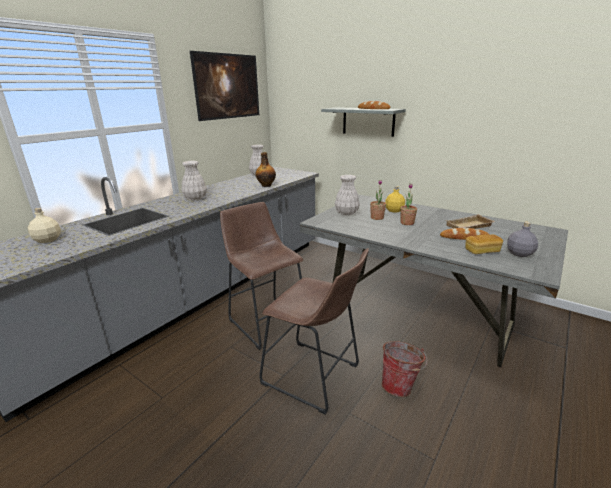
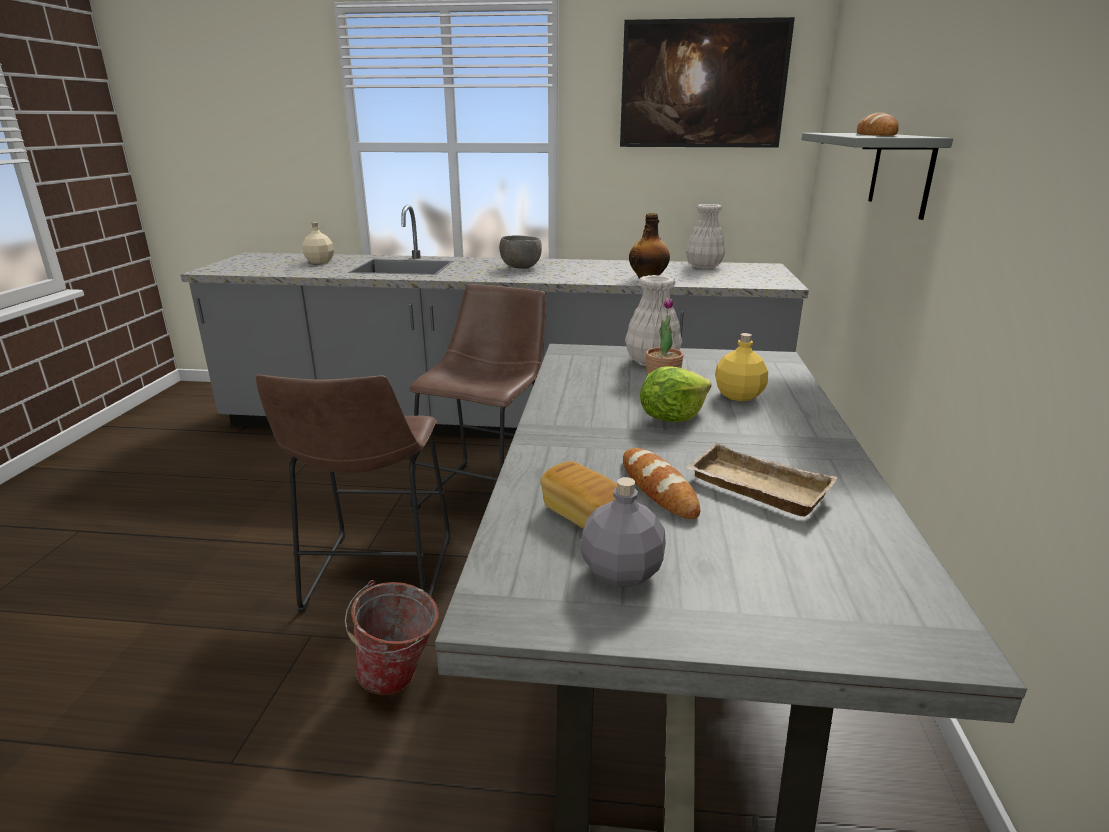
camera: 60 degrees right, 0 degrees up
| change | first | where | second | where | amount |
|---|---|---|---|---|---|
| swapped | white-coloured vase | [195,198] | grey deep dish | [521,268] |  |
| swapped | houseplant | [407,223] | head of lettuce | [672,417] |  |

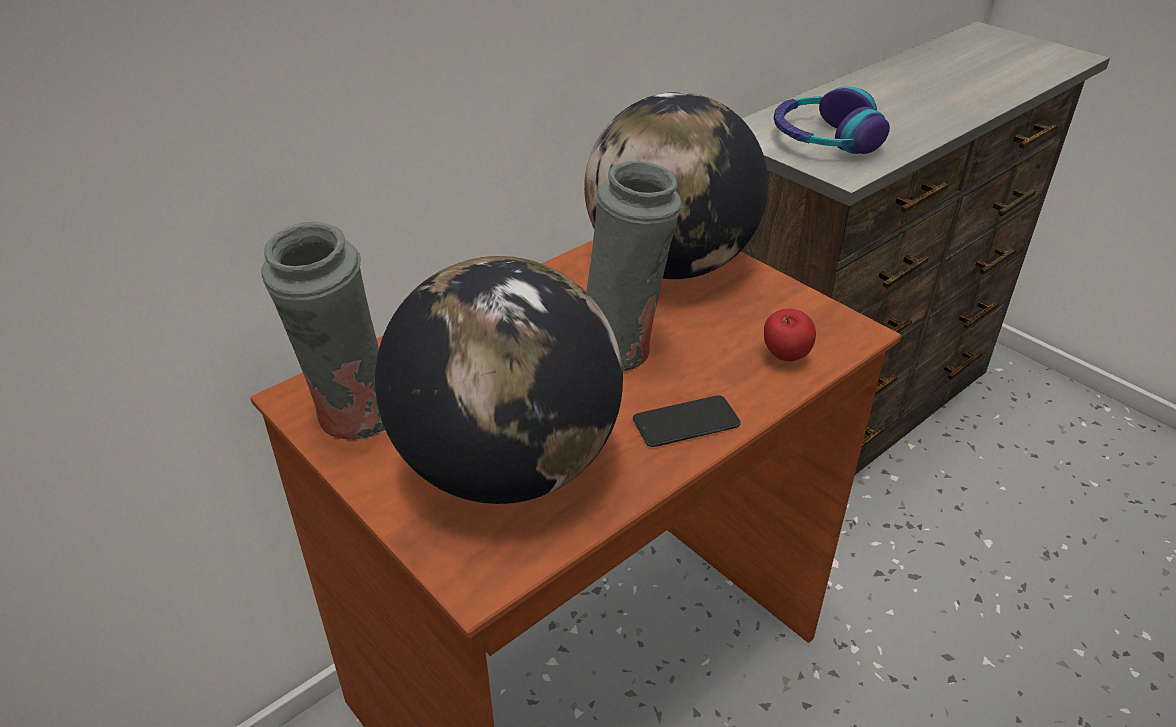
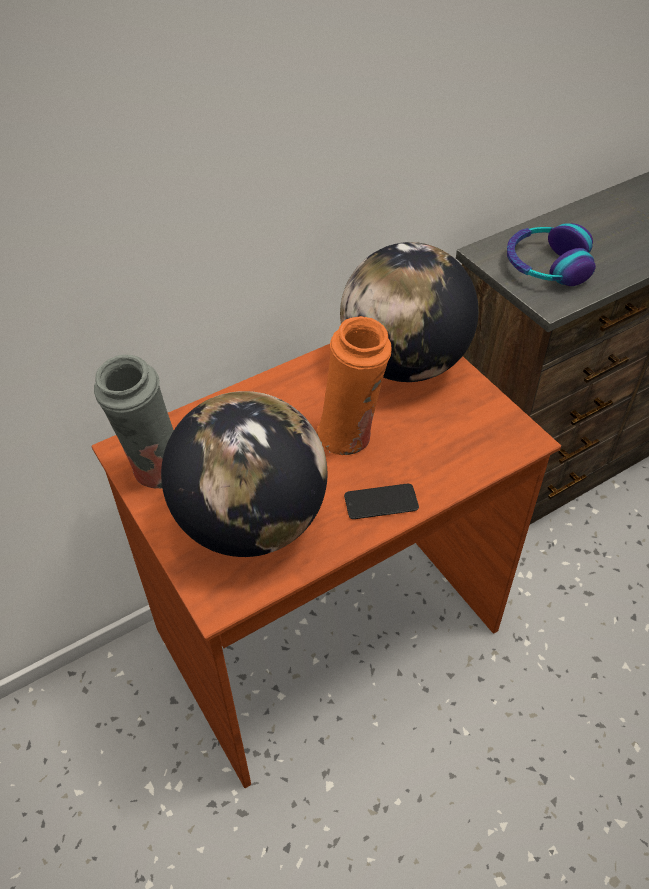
camera: 10 degrees right, 10 degrees up
| change | first | where | second | where | amount |
|---|---|---|---|---|---|
| repainted | grey vase | [622,351] | orange-coloured vase | [351,437] |  |
| gone | whole apple | [784,358] |  |  |  |

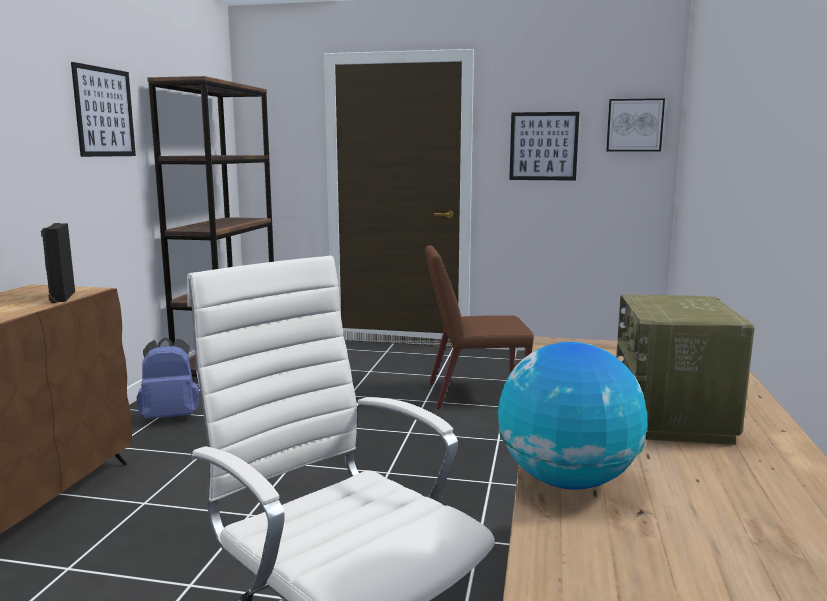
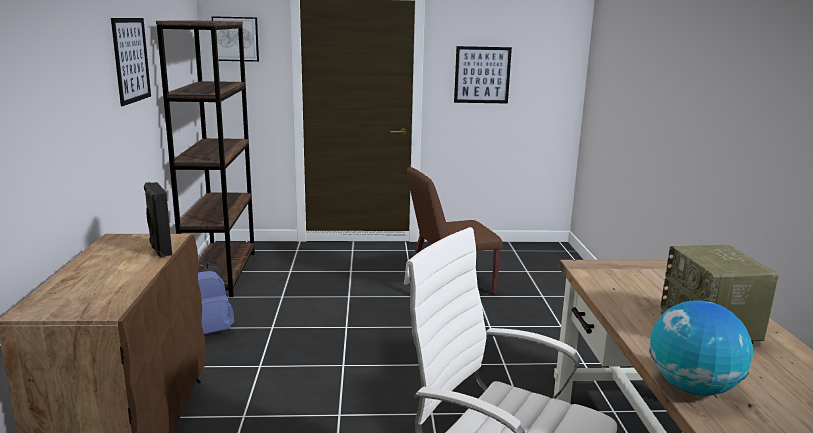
camera: 15 degrees left, 5 degrees up
| change | first | where | second | where | amount |
|---|---|---|---|---|---|
| shifted | wall art | [634,125] |  | [236,39] |  |

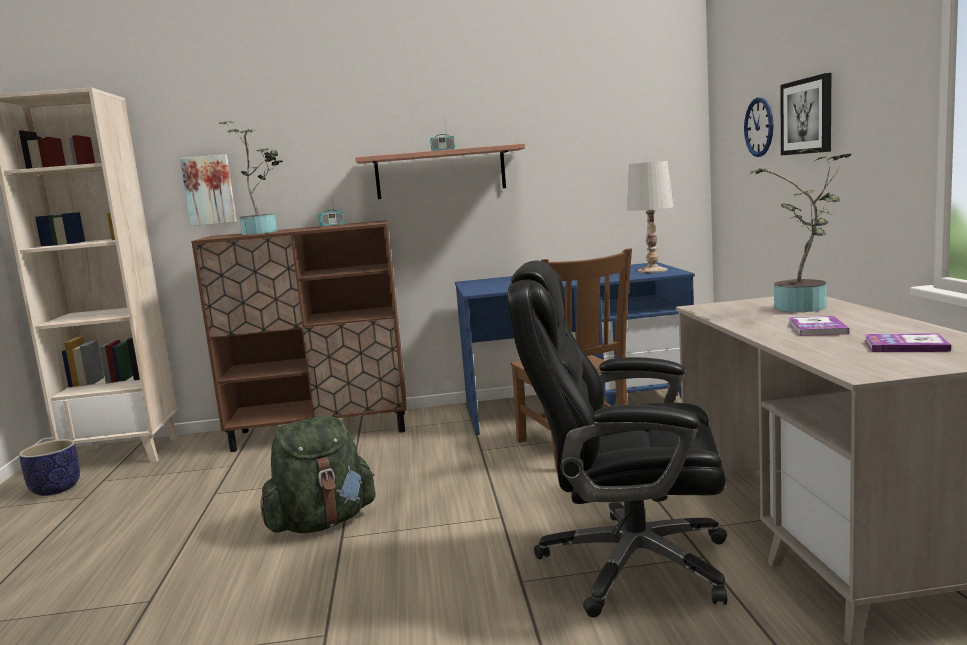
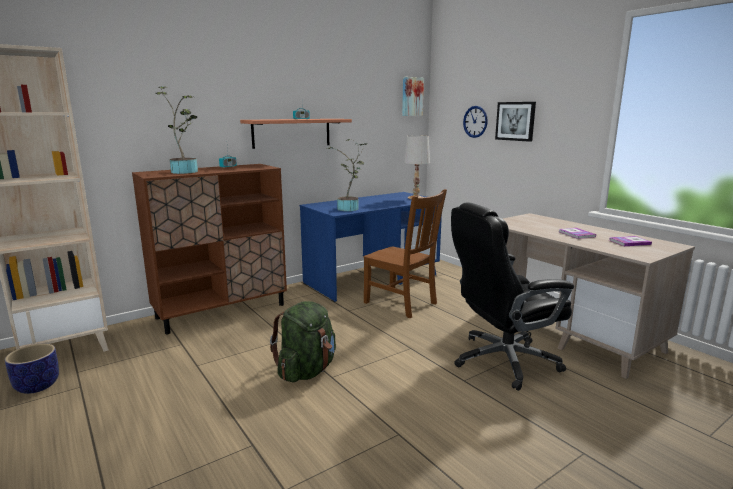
camera: 30 degrees left, 5 degrees up
| change | first | where | second | where | amount |
|---|---|---|---|---|---|
| shifted | wall art | [209,190] |  | [411,96] |  |
| shifted | houseplant | [803,308] |  | [349,209] |  |

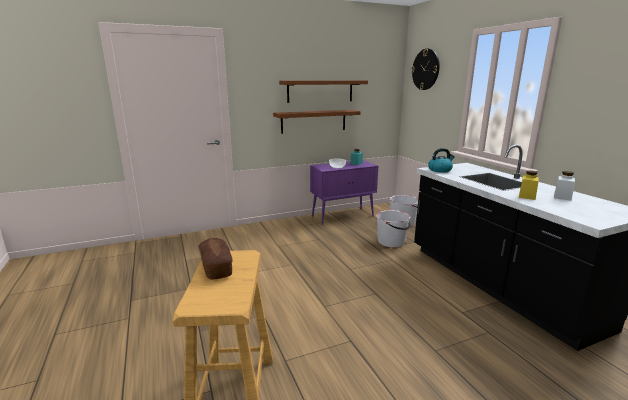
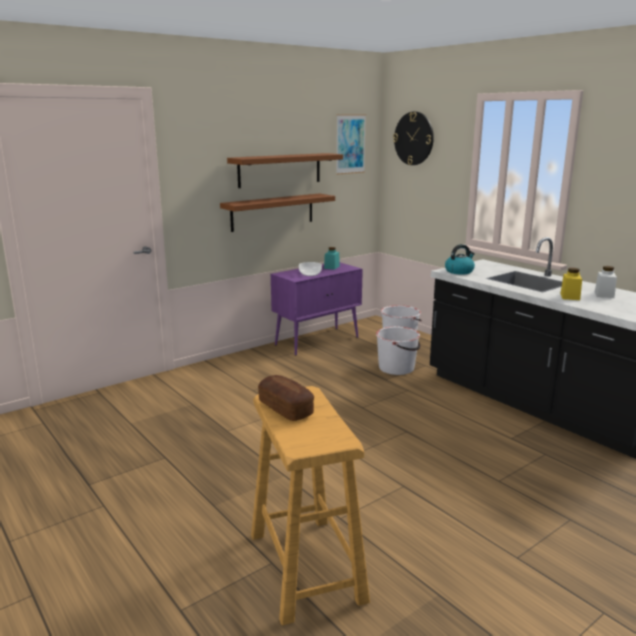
camera: 15 degrees left, 0 degrees up
| change | first | where | second | where | amount |
|---|---|---|---|---|---|
| new |  |  | wall art | [350,144] |  |

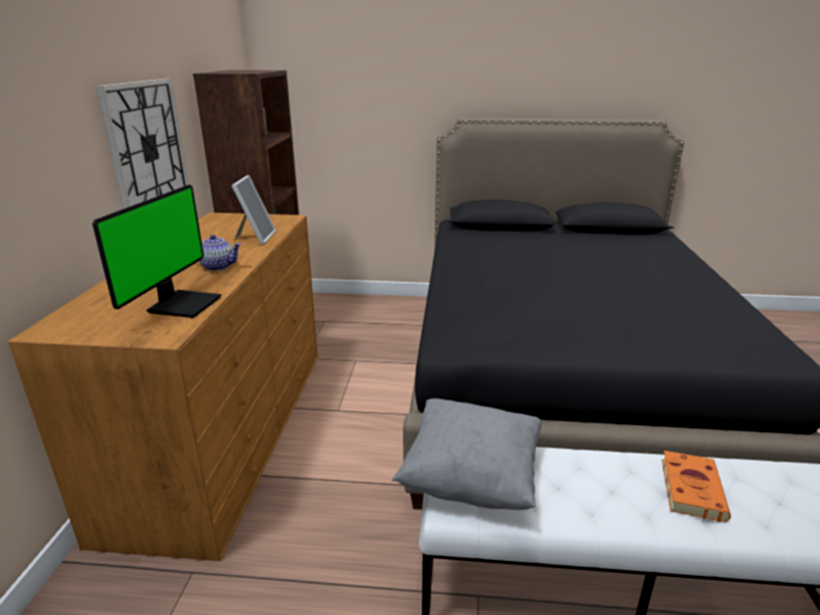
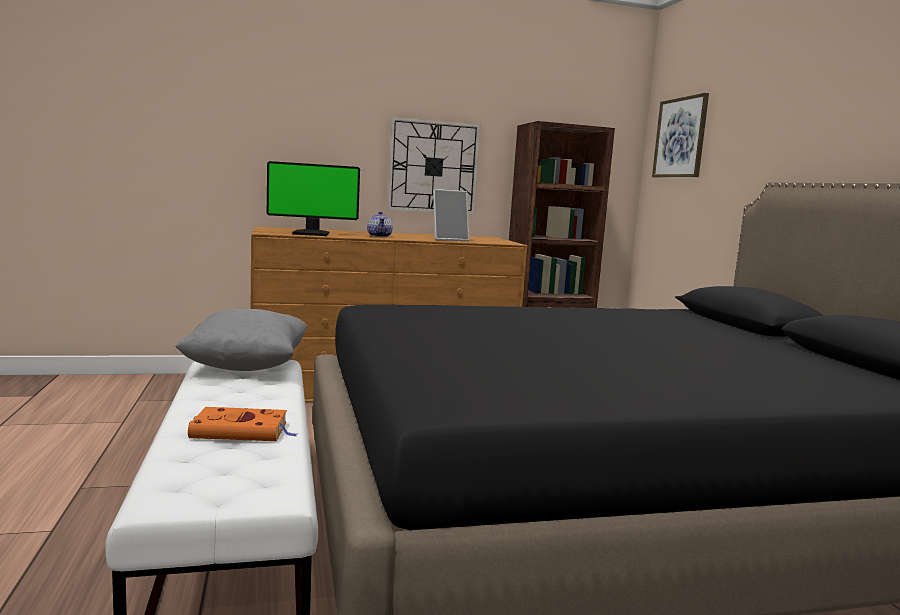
camera: 70 degrees right, 15 degrees down
| change | first | where | second | where | amount |
|---|---|---|---|---|---|
| new |  |  | wall art | [680,138] |  |

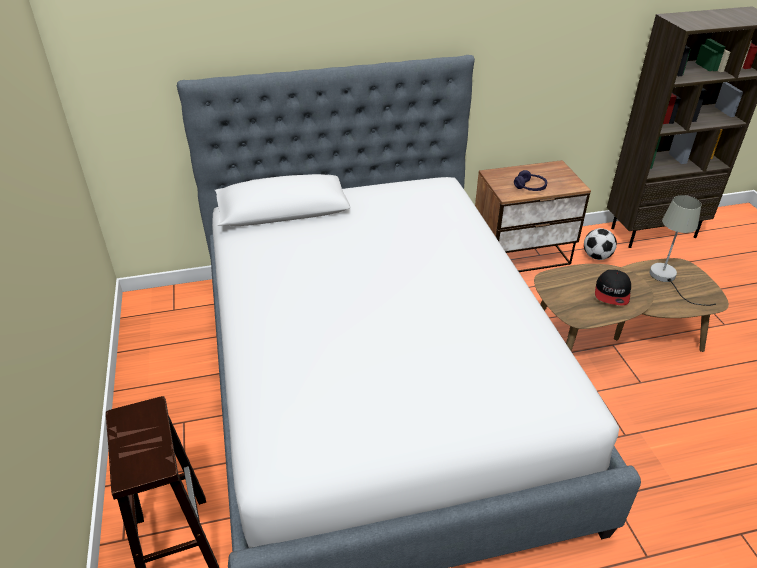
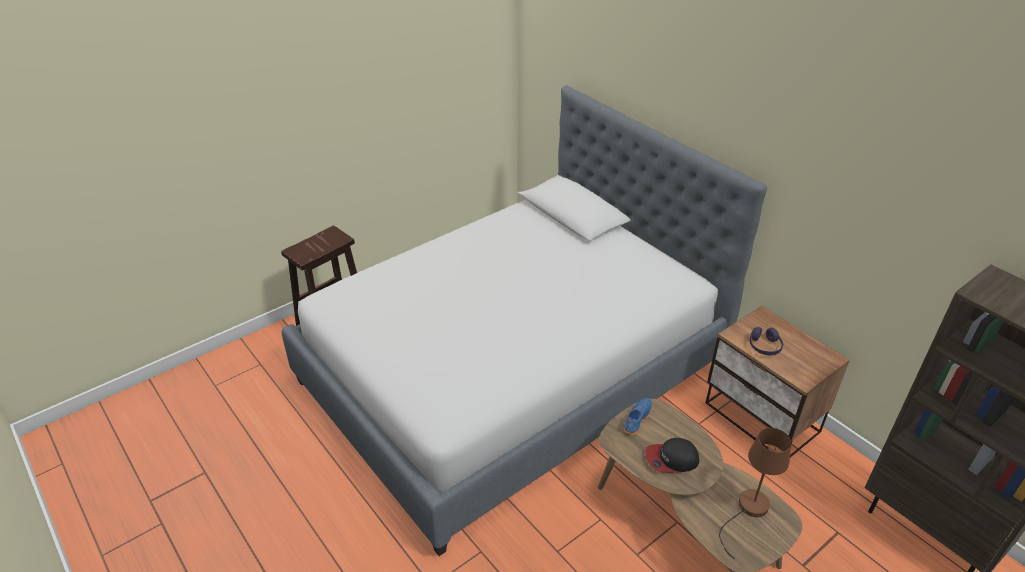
camera: 65 degrees right, 0 degrees up
| change | first | where | second | where | amount |
|---|---|---|---|---|---|
| gone | ball for football | [596,256] |  |  |  |
| repainted | grey table lamp | [668,279] | brown-coloured table lamp | [748,511] |  |
| new |  |  | blue item of footwear | [636,419] |  |

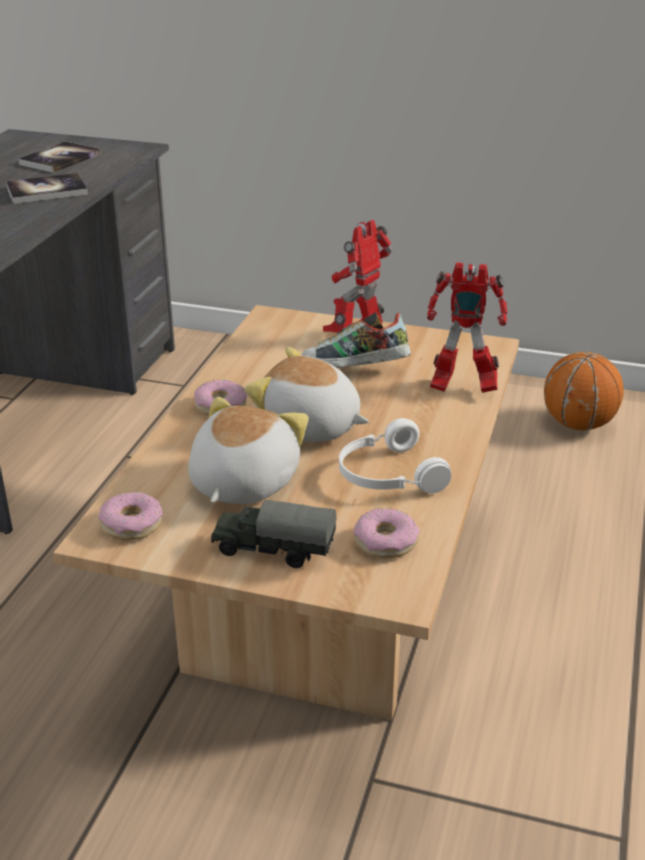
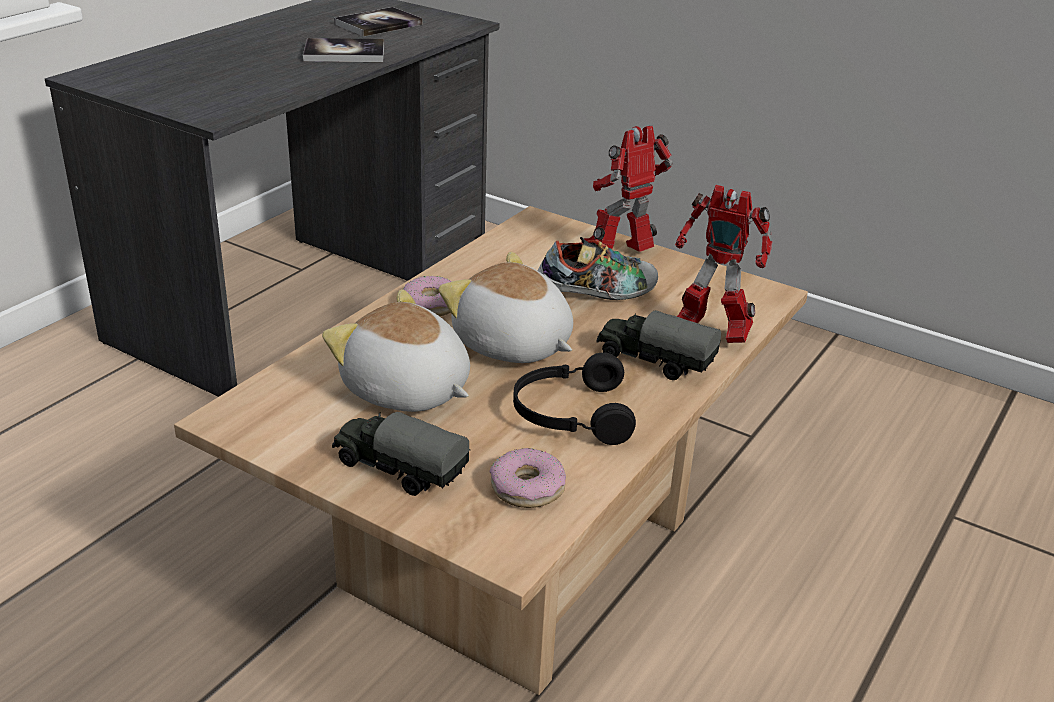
camera: 15 degrees right, 0 degrees up
| change | first | where | second | where | amount |
|---|---|---|---|---|---|
| gone | ring doughnut | [131,524] |  |  |  |
| rotated | soft toy | [241,483] |  | [406,391] | 90 degrees counterclockwise |
| rotated | item of footwear | [354,371] |  | [597,294] | 150 degrees clockwise |
| repainted | white-coloured headphones | [387,475] | black-coloured headphones | [570,415] |  |
| gone | basketball | [578,424] |  |  |  |
| new |  |  | toy truck | [653,361] |  |

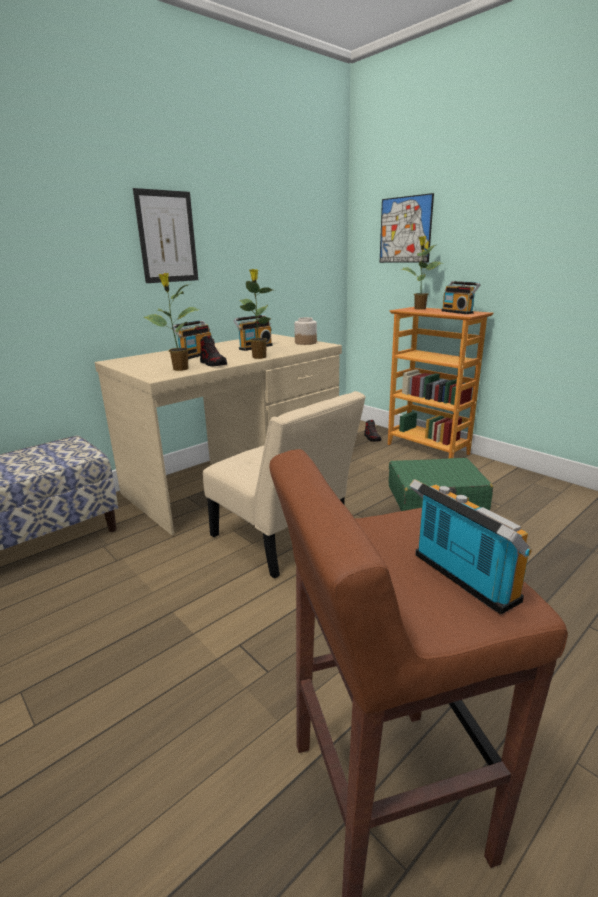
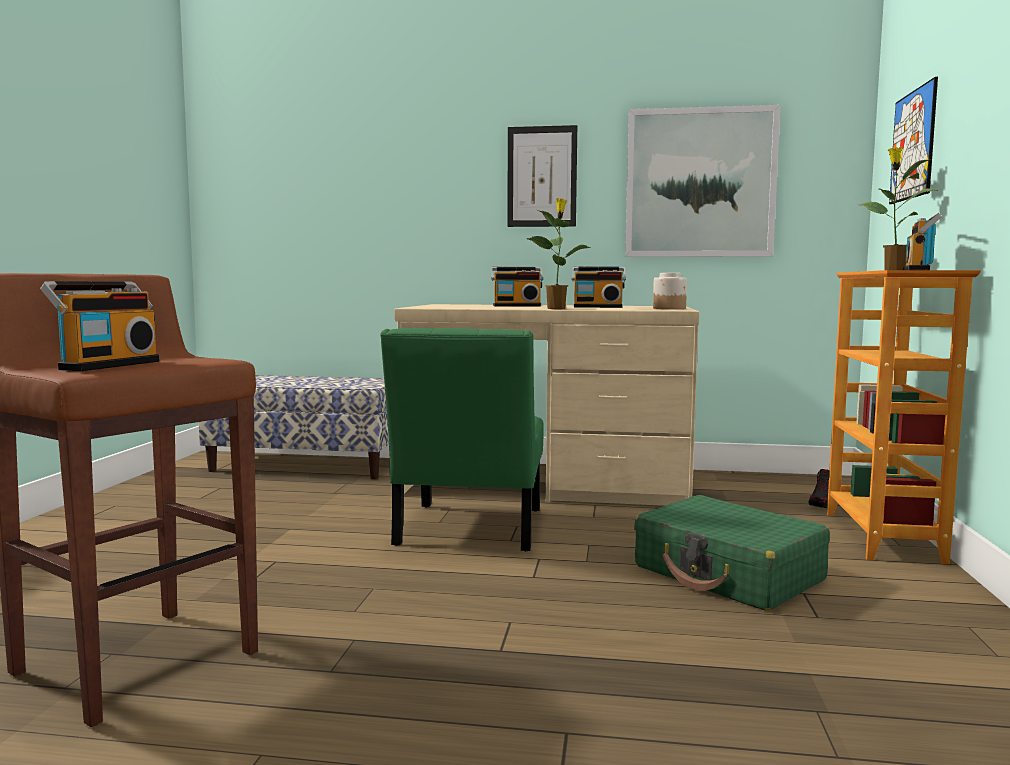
camera: 50 degrees right, 15 degrees down
| change | first | where | second | where | amount |
|---|---|---|---|---|---|
| gone | houseplant | [179,369] |  |  |  |
| gone | item of footwear | [213,363] |  |  |  |
| repainted | sand-coloured upright chair | [283,539] | green upright chair | [468,530] |  |
| new |  |  | wall art | [700,183] |  |

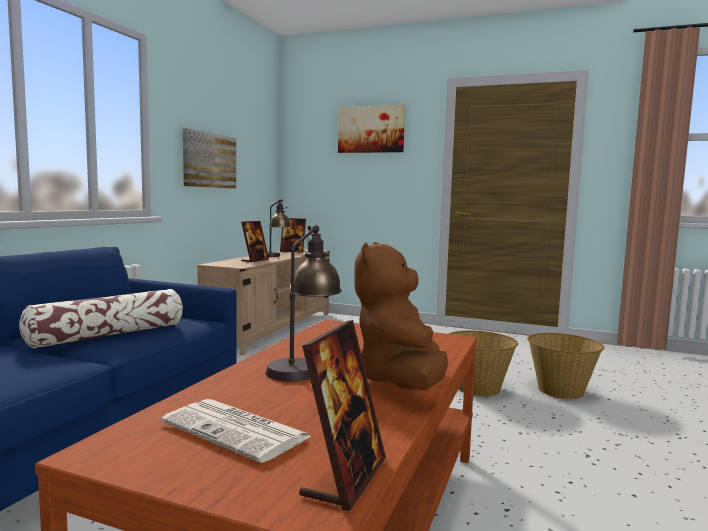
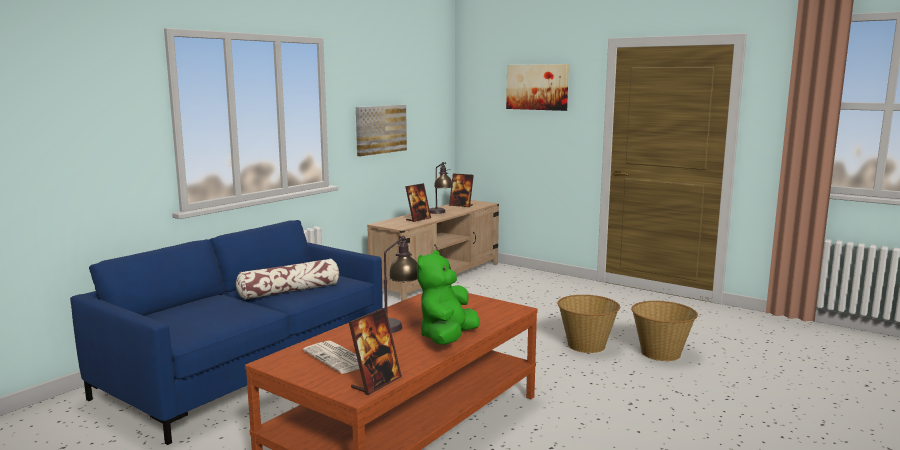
camera: 15 degrees right, 5 degrees up
| change | first | where | second | where | amount |
|---|---|---|---|---|---|
| repainted | brown-coloured soft toy | [400,382] | green soft toy | [447,338] |  |

